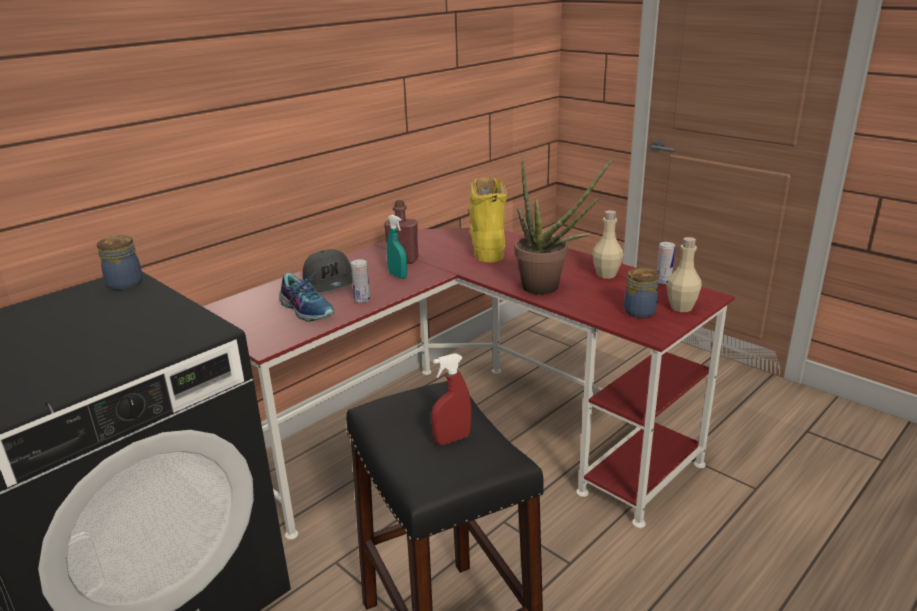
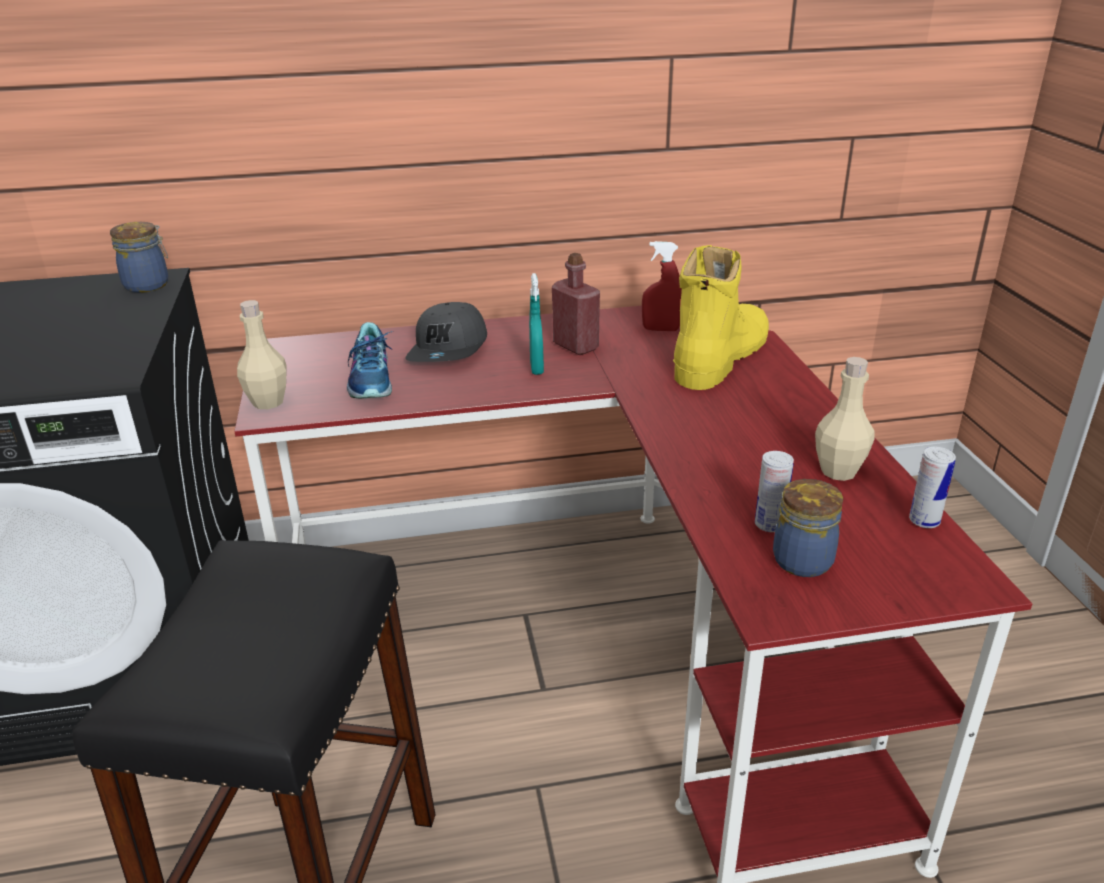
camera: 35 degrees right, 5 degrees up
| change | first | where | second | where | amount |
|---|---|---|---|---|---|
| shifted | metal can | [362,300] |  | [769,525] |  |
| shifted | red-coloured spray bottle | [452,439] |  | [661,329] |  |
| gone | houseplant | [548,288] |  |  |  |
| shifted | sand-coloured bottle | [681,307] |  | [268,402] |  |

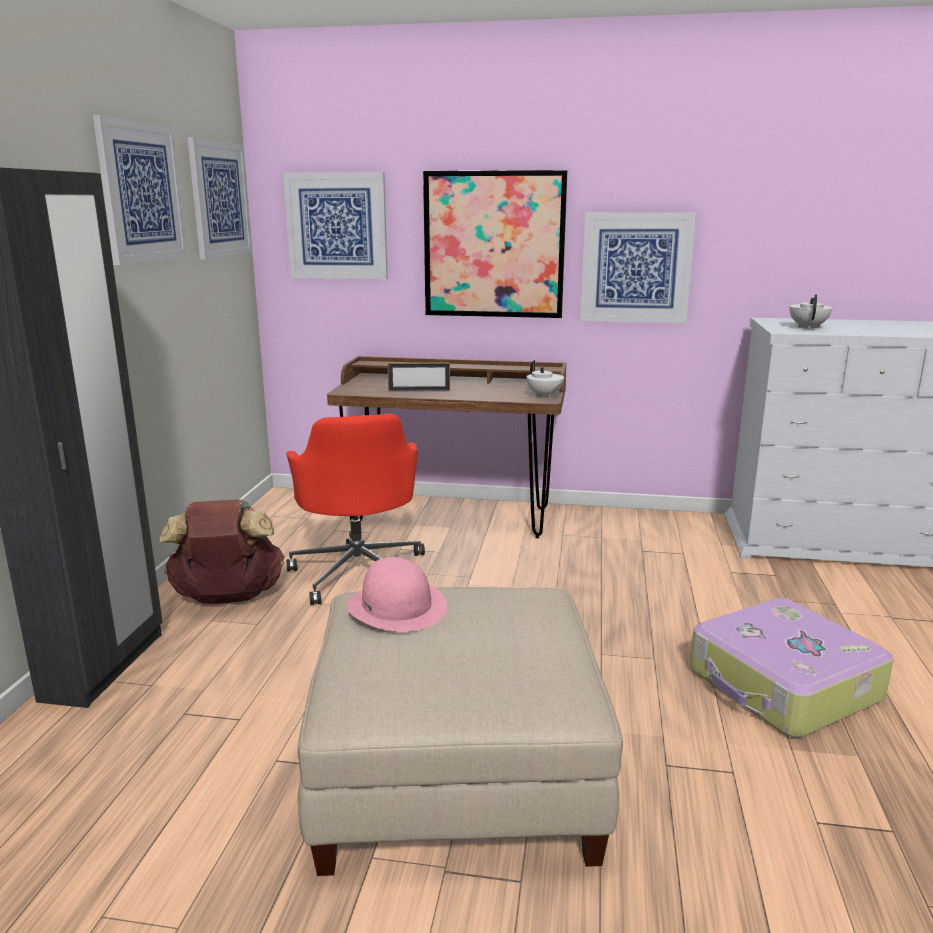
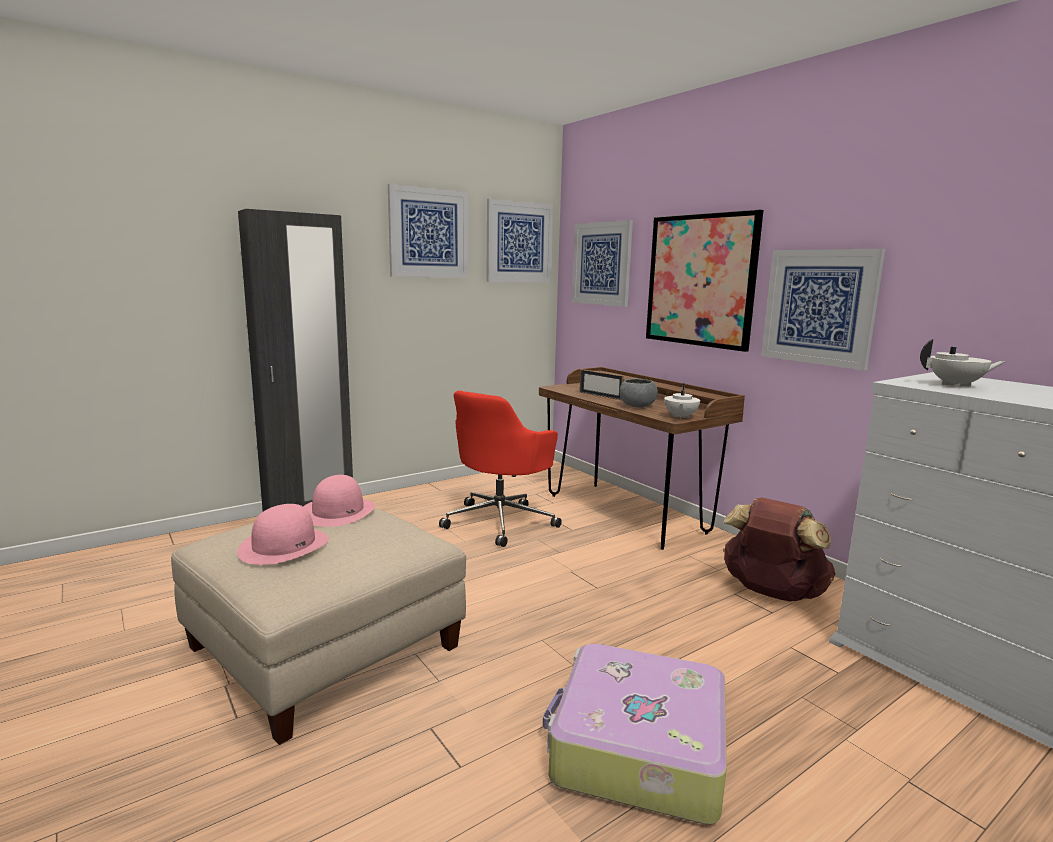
camera: 45 degrees right, 5 degrees down
| change | first | where | second | where | amount |
|---|---|---|---|---|---|
| shifted | brown-coloured knapsack | [228,599] |  | [771,593] |  |
| rotated | white-coloured teapot | [808,327] |  | [956,385] | 45 degrees clockwise |
| new |  |  | pink clothing hat | [284,545] |  |
| new |  |  | grey deep dish | [637,406] |  |

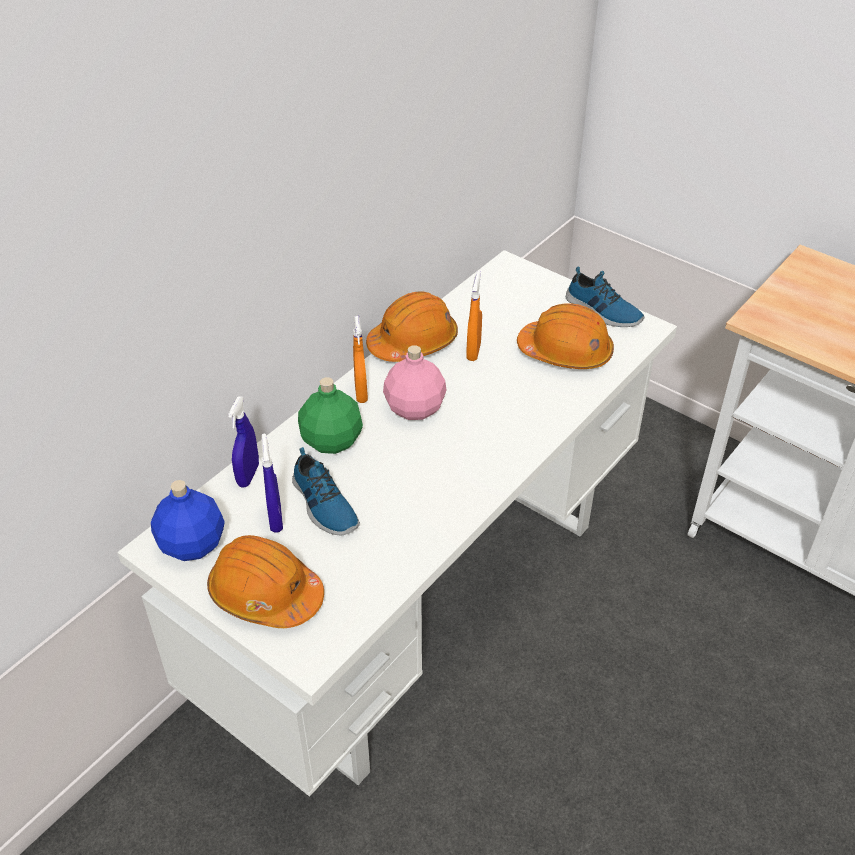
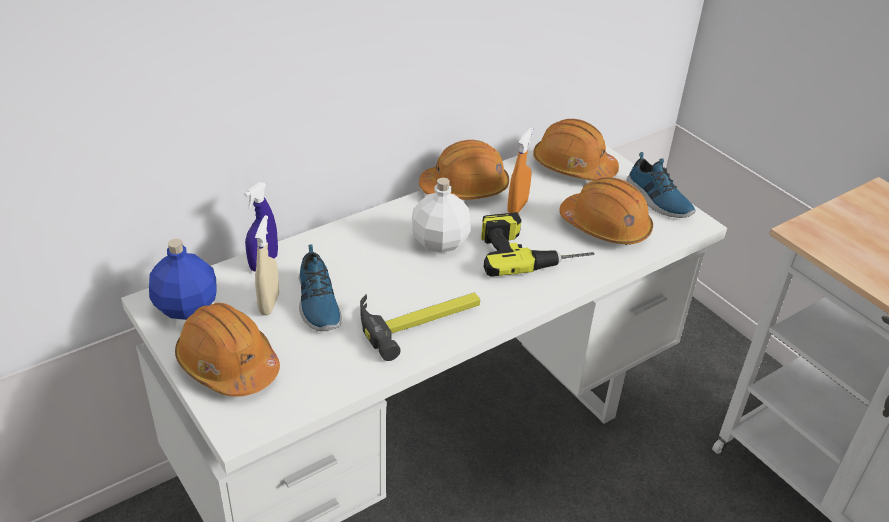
camera: 15 degrees right, 5 degrees down
| change | first | where | second | where | amount |
|---|---|---|---|---|---|
| repainted | blue spray bottle | [275,519] | sand-coloured spray bottle | [269,304] |  |
| gone | green bottle | [332,440] |  |  |  |
| gone | orange-coloured spray bottle | [361,393] |  |  |  |
| repainted | pink bottle | [416,408] | white-coloured bottle | [441,242] |  |
| new |  |  | hand hammer | [420,319] |  |
| new |  |  | power drill | [530,250] |  |
| new |  |  | orange-coloured safety helmet | [573,166] |  |

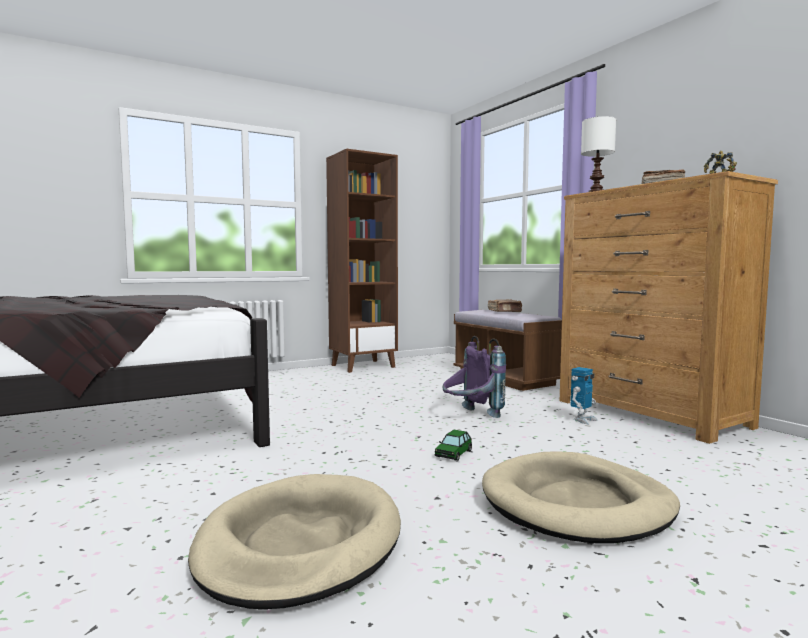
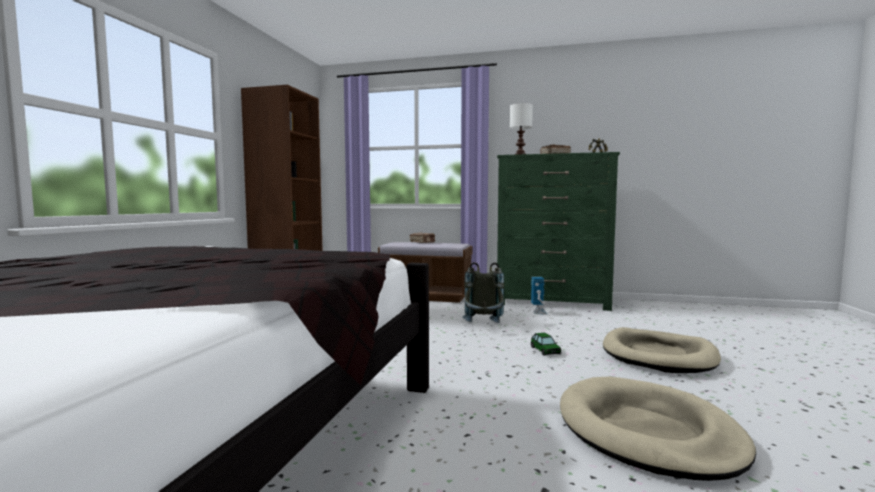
camera: 45 degrees left, 0 degrees up
| change | first | where | second | where | amount |
|---|---|---|---|---|---|
| repainted | purplish knapsack | [471,416] | grey knapsack | [483,326] |  |
| repainted | brown-coloured dresser | [649,413] | green dresser | [552,301] |  |

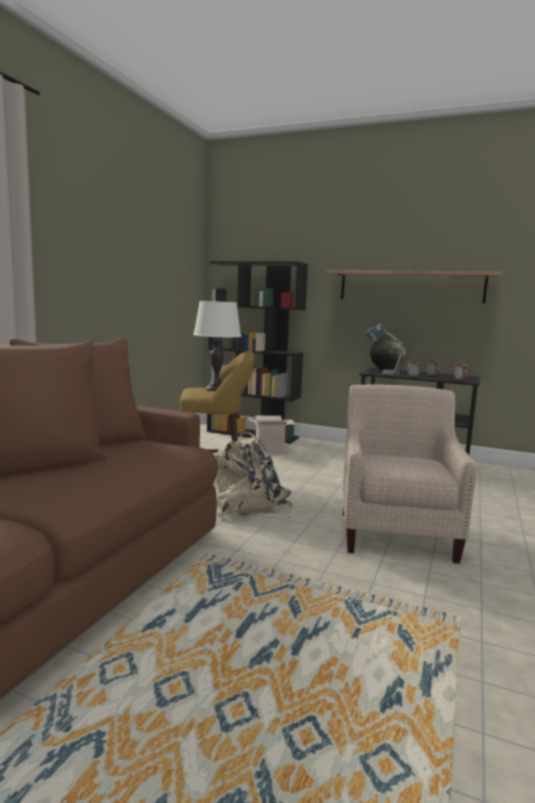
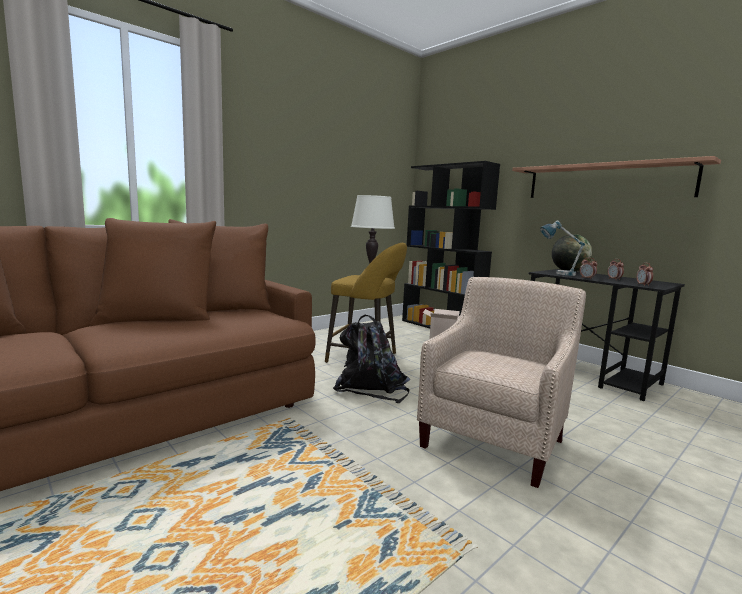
camera: 25 degrees right, 0 degrees up
| change | first | where | second | where | amount |
|---|---|---|---|---|---|
| repainted | sand-coloured knapsack | [251,507] | black-coloured knapsack | [371,388] |  |

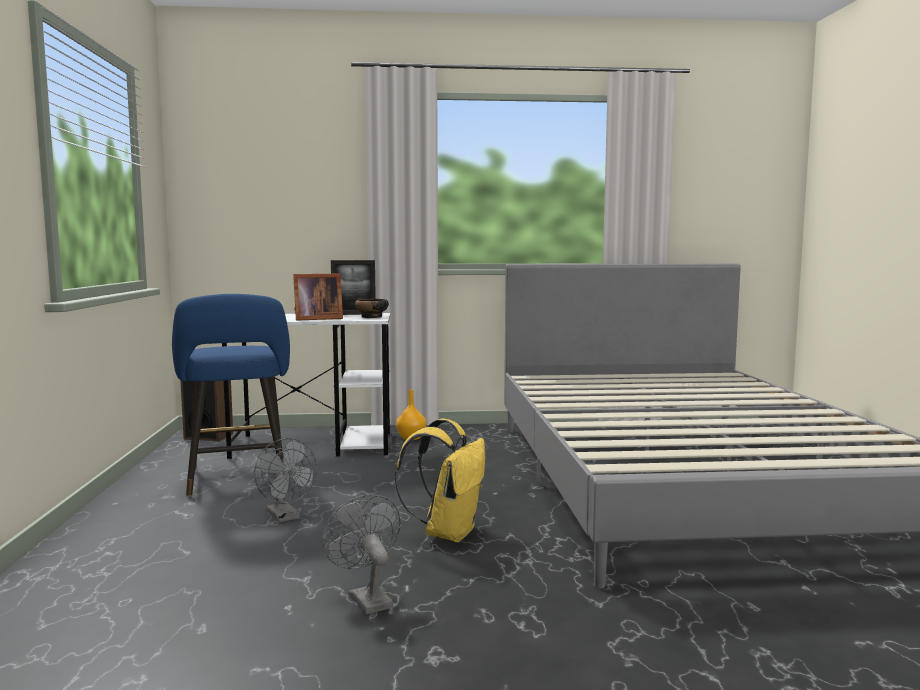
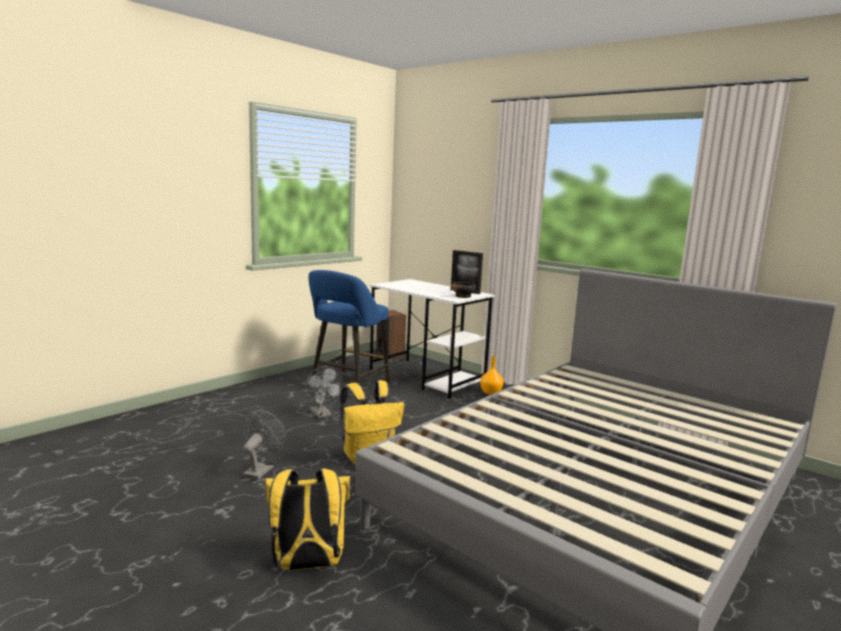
camera: 45 degrees right, 5 degrees up
| change | first | where | second | where | amount |
|---|---|---|---|---|---|
| rotated | grey cooling fan | [286,517] |  | [322,414] | 45 degrees counterclockwise |
| gone | picture frame | [316,319] |  |  |  |
| new |  |  | yellowish knapsack | [307,565] |  |

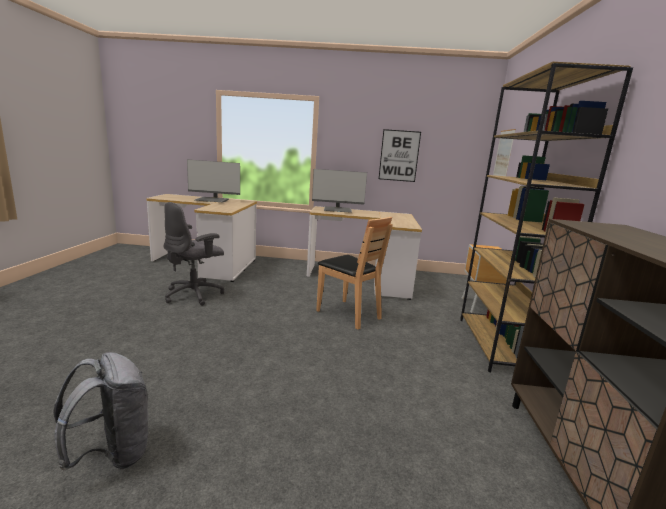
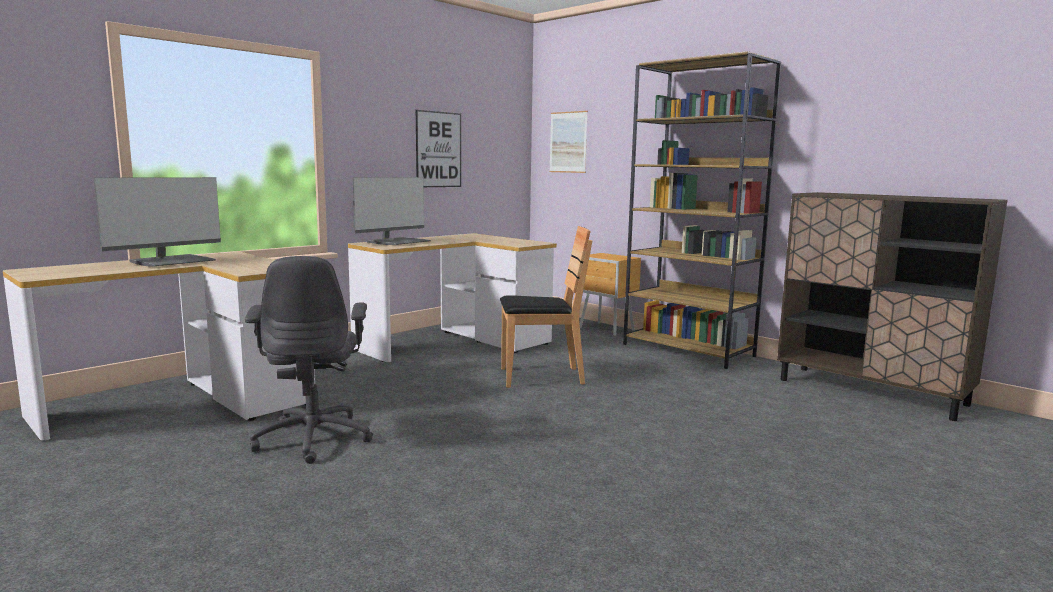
camera: 50 degrees left, 5 degrees down
| change | first | where | second | where | amount |
|---|---|---|---|---|---|
| gone | grey knapsack | [112,454] |  |  |  |

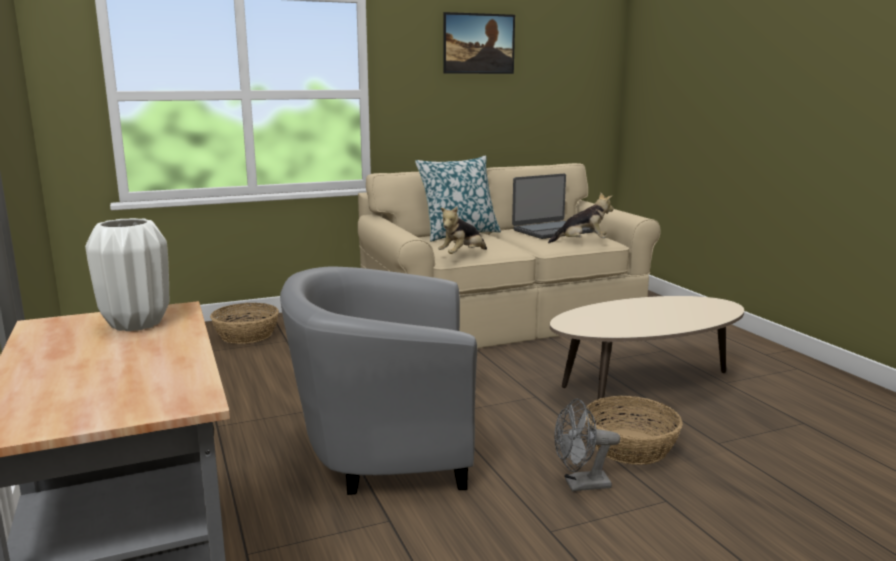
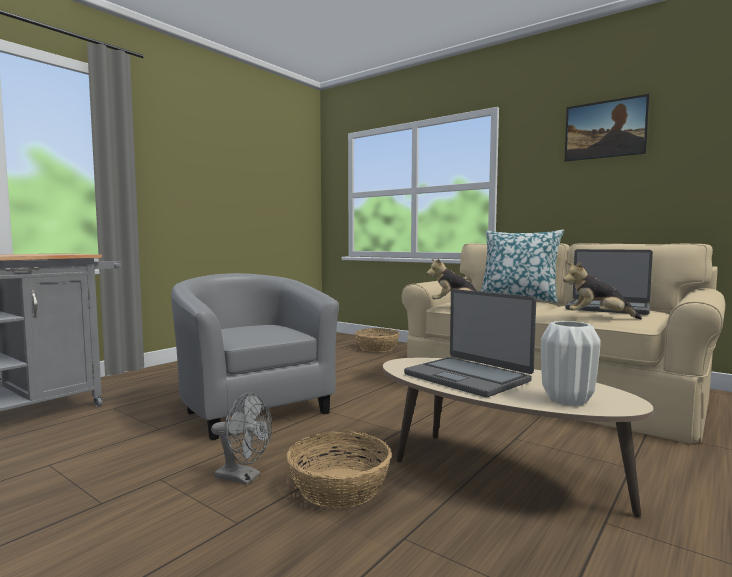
camera: 60 degrees right, 10 degrees down
| change | first | where | second | where | amount |
|---|---|---|---|---|---|
| shifted | white-coloured vase | [136,324] |  | [568,400] |  |
| rotated | soft toy | [582,243] |  | [598,317] | 135 degrees clockwise |
| rotated | grey cooling fan | [580,485] |  | [244,477] | 150 degrees clockwise |
| new |  |  | laptop | [467,377] |  |

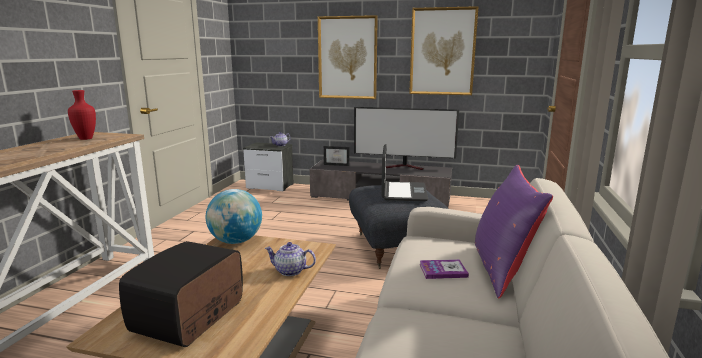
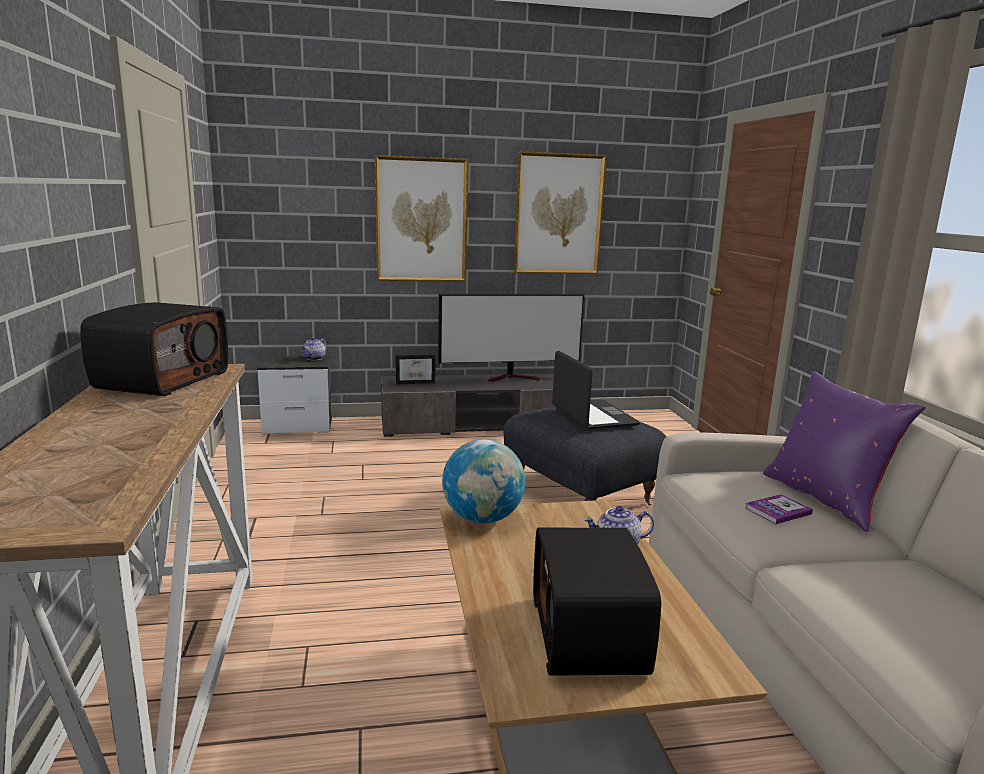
camera: 25 degrees left, 0 degrees up
| change | first | where | second | where | amount |
|---|---|---|---|---|---|
| swapped | red-coloured vase | [86,138] | radio receiver | [161,380] |  |

